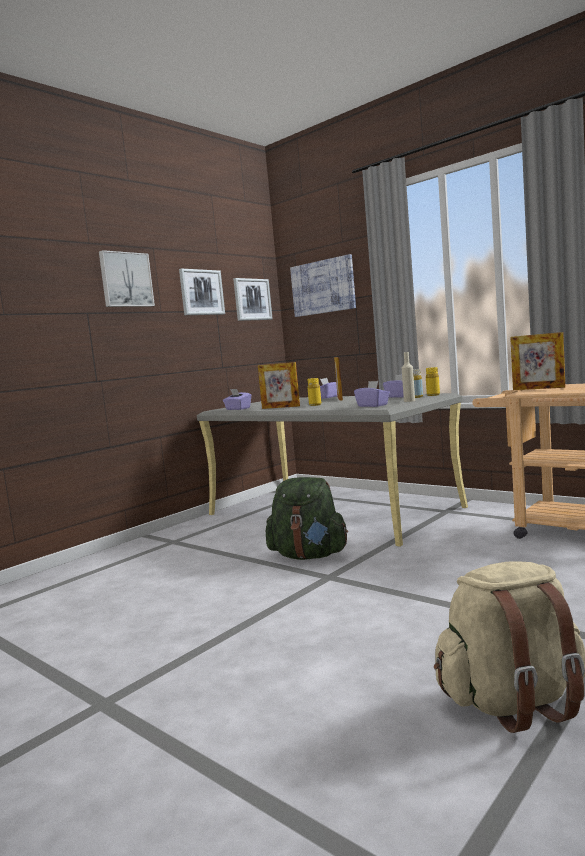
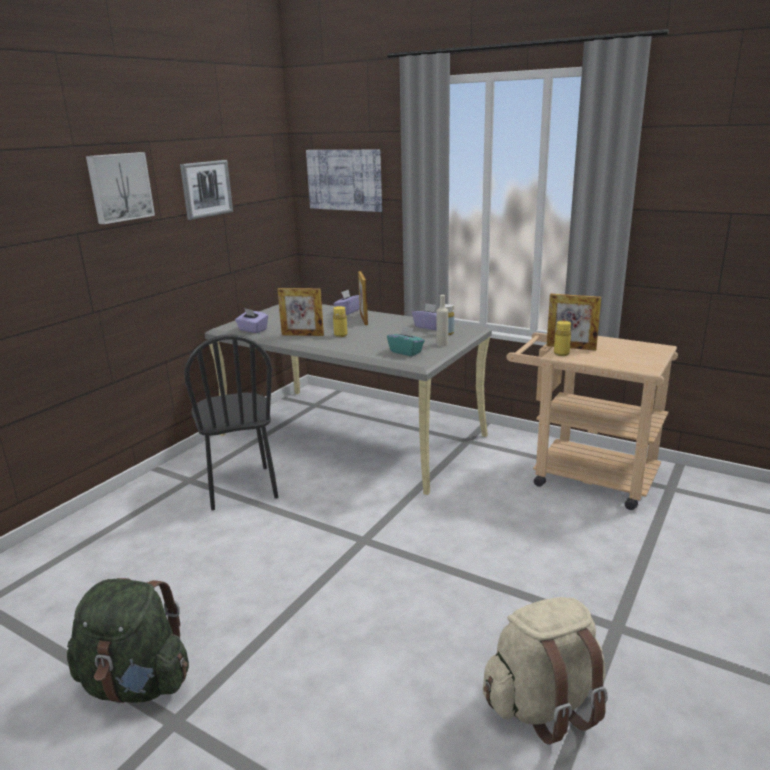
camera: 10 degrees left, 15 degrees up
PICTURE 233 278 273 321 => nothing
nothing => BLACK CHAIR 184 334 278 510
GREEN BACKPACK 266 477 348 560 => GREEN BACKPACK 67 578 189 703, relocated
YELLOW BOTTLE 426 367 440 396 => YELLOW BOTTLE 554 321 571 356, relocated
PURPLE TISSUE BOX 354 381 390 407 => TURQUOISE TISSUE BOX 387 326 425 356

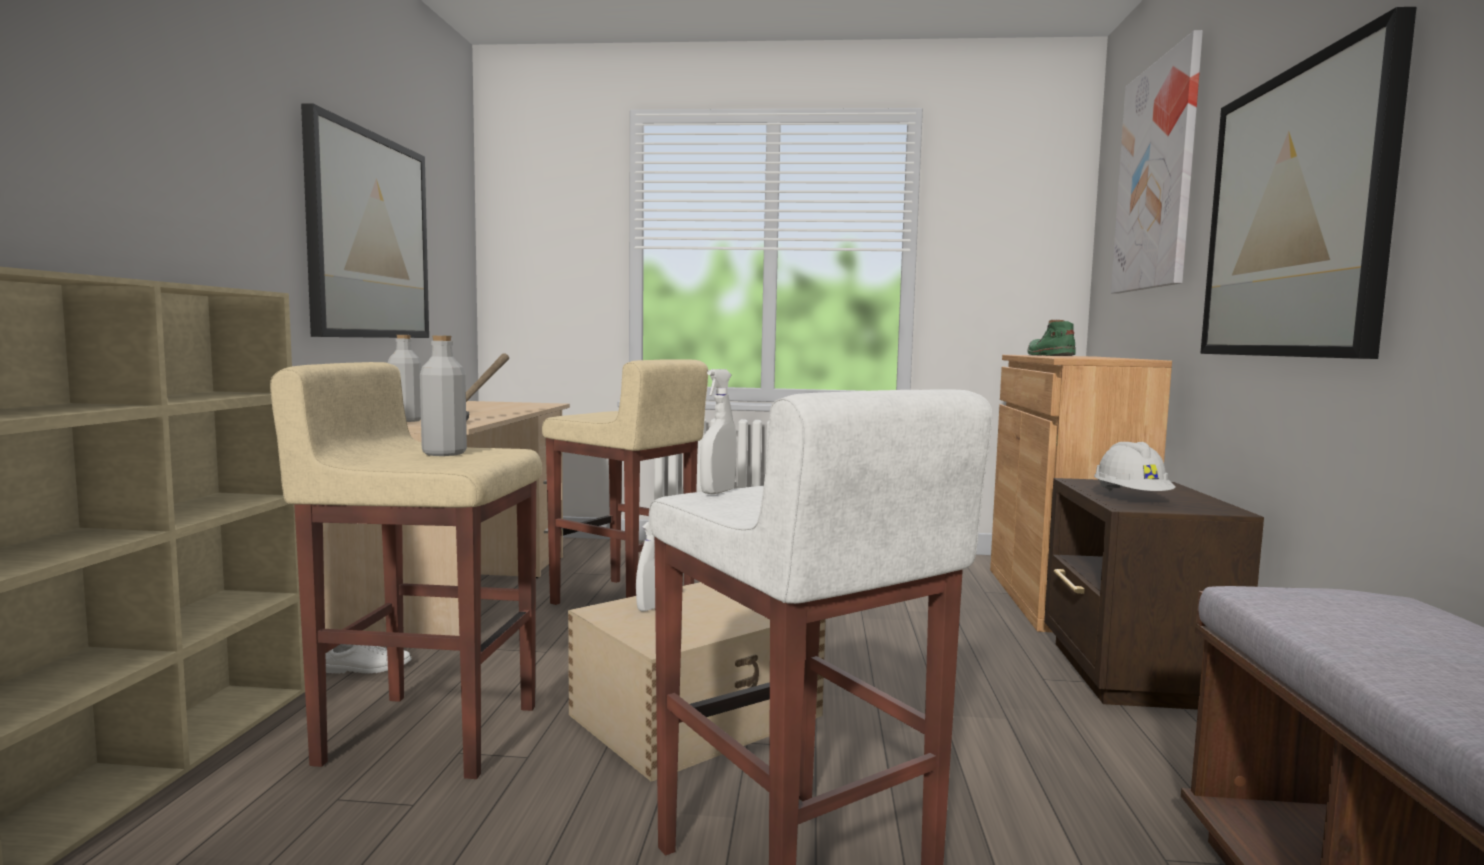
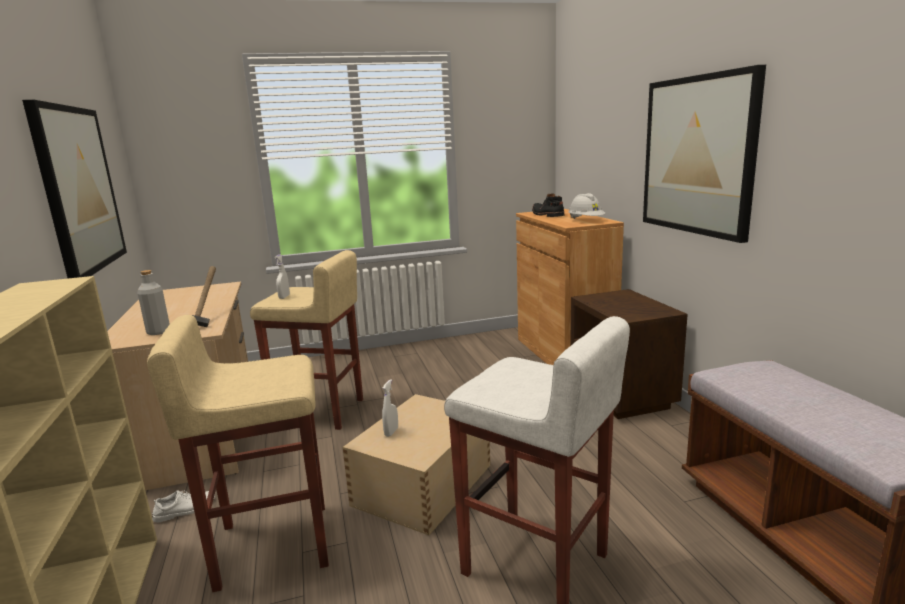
camera: 20 degrees left, 10 degrees up
GREY BOTTLE 420 335 467 456 => nothing
PICTURE 1111 30 1203 294 => nothing
WHITE SPRAY BOTTLE 700 369 737 494 => WHITE SPRAY BOTTLE 275 254 290 299, relocated
WHITE HARD HAT 1094 442 1175 491 => WHITE HARD HAT 569 193 605 219, relocated
GREEN BOOT 1027 320 1076 356 => BLACK BOOT 532 194 564 217

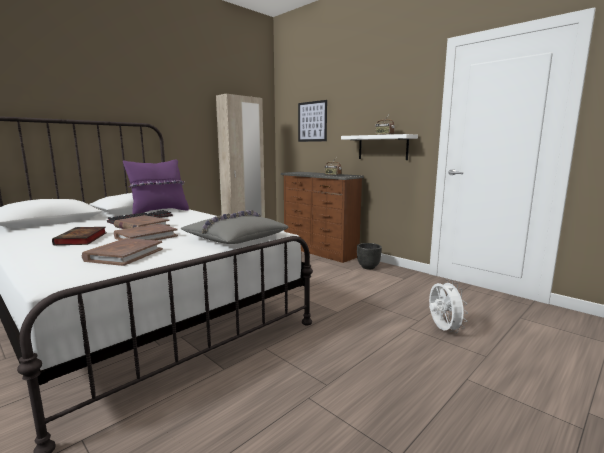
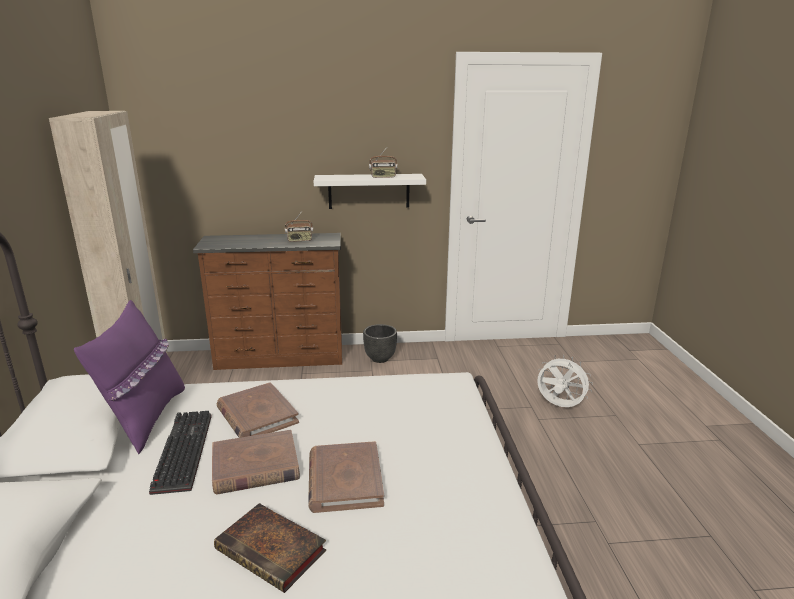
camera: 50 degrees left, 10 degrees up
GREY PILLOW 180 210 289 244 => nothing
PICTURE 298 100 327 142 => nothing
BROWN BOOK 82 238 163 266 => BROWN BOOK 217 382 299 438, relocated

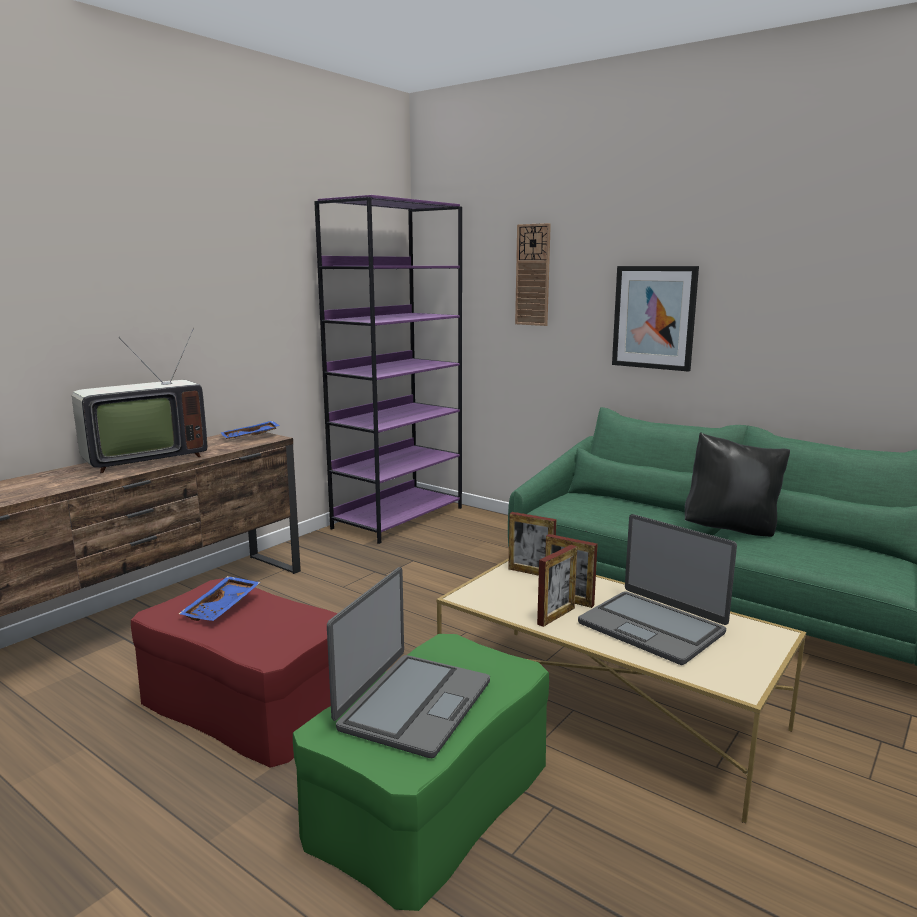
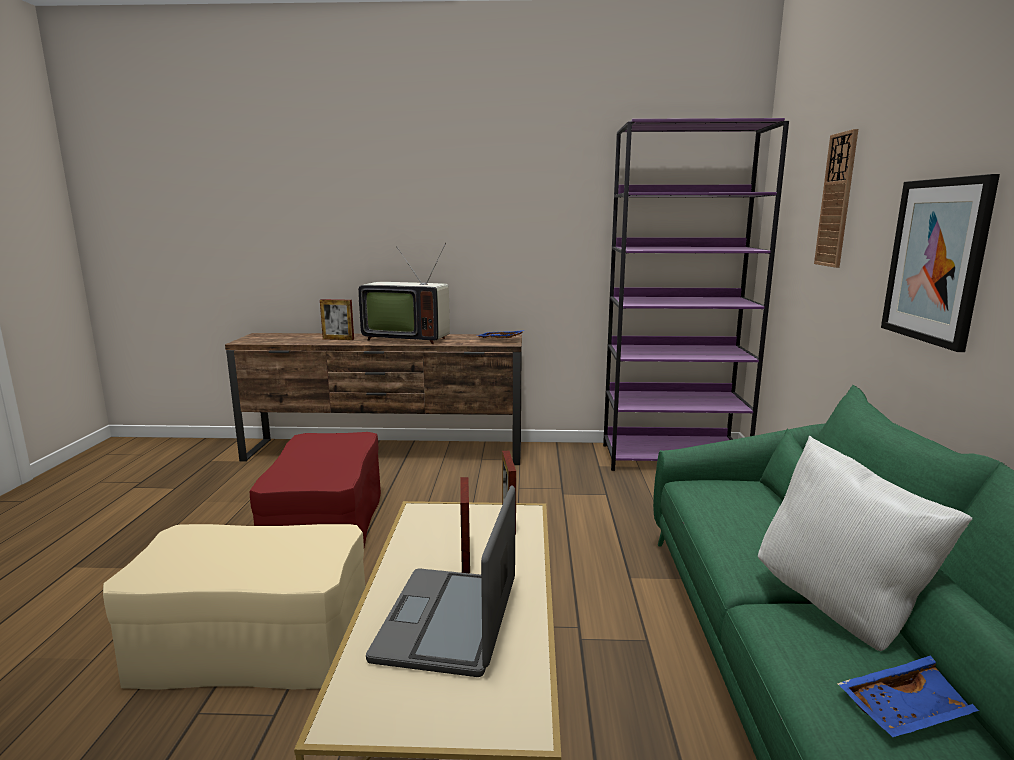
camera: 55 degrees right, 0 degrees up
LAPTOP 327 567 490 758 => nothing
BLUE TRAY 179 576 261 621 => BLUE TRAY 837 655 979 737, relocated
PICTURE FRAME 537 545 577 627 => PICTURE FRAME 320 299 354 340, relocated
GREEN OTTOMAN 293 634 549 911 => BEIGE OTTOMAN 103 524 366 690
BLACK PILLOW 685 432 790 537 => WHITE PILLOW 758 436 972 651

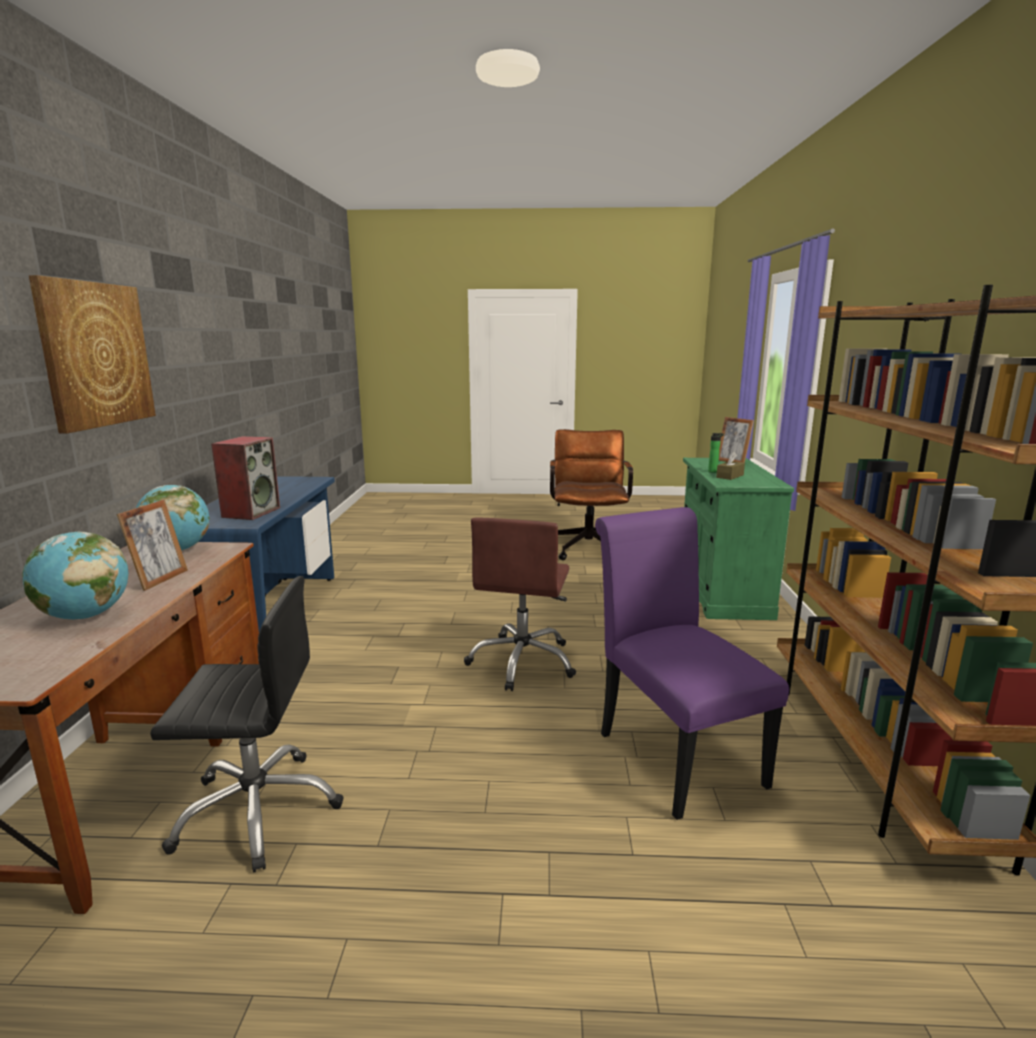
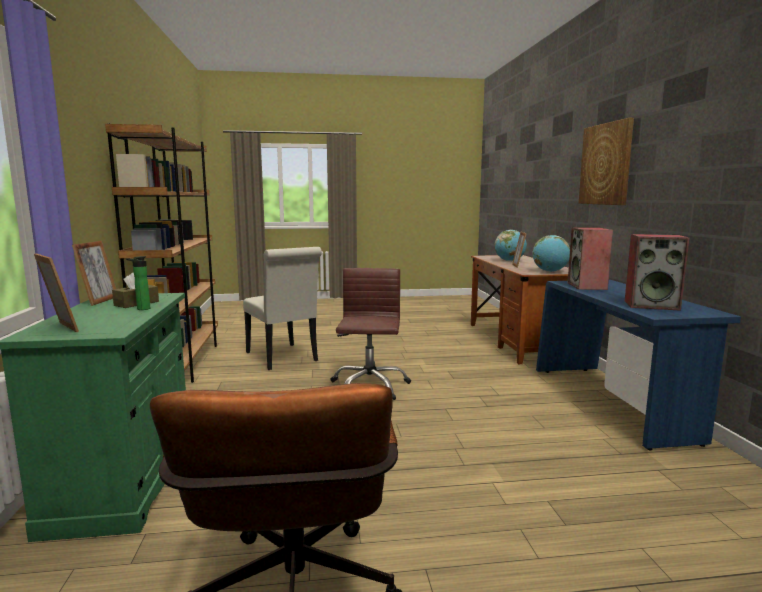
camera: 170 degrees right, 5 degrees down
BLACK OFFICE CHAIR 150 576 344 873 => nothing
nothing => PICTURE FRAME 72 241 116 306
nothing => SPEAKER 625 234 690 311
PURPLE CHAIR 595 507 789 820 => WHITE CHAIR 243 247 322 370

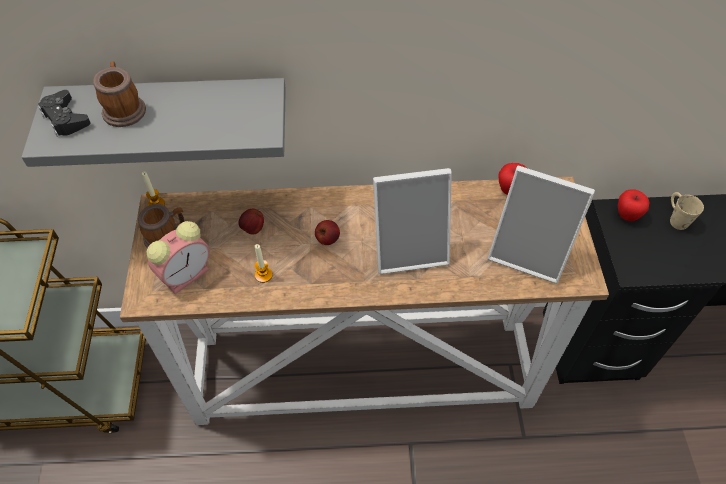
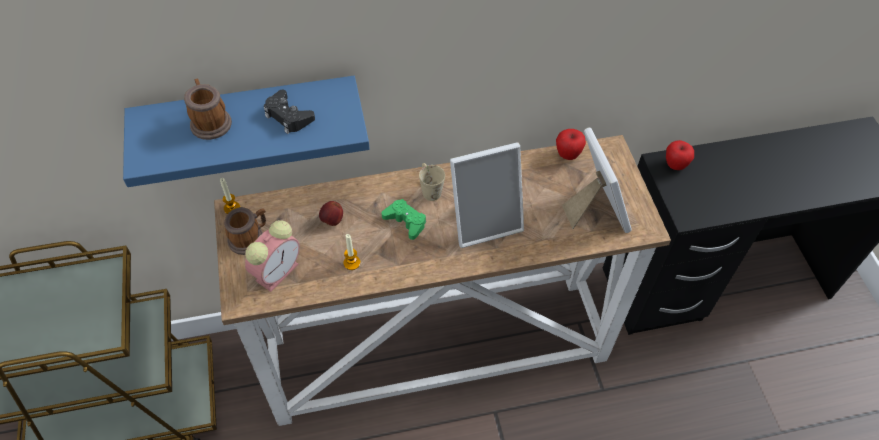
camera: 10 degrees left, 0 degrees up
BLACK GAME CONTROLLER 38 90 91 137 => BLACK GAME CONTROLLER 264 89 315 134, relocated
BEIGE MUG 670 192 704 230 => BEIGE MUG 419 163 445 201, relocated
APPLE 315 220 340 245 => GREEN GAME CONTROLLER 382 199 426 240
GREY SHELF 22 78 286 167 => BLUE SHELF 123 76 370 187
PICTURE FRAME 488 166 595 284 => PICTURE FRAME 562 127 632 233, 120 degrees counterclockwise

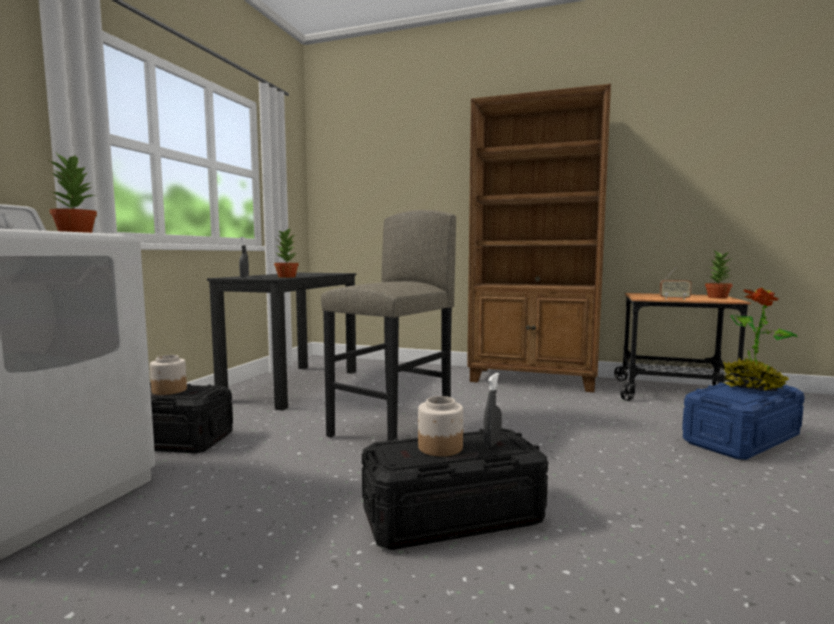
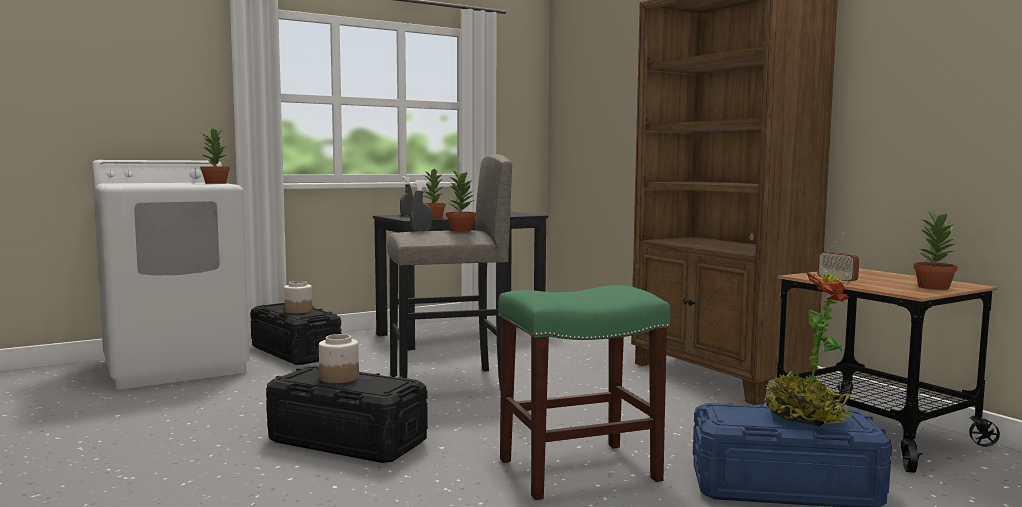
camera: 40 degrees right, 0 degrees up
nothing => POTTED PLANT 446 169 476 232
nothing => GREEN STOOL 498 285 671 500
GREY SPRAY BOTTLE 483 373 502 447 => GREY SPRAY BOTTLE 410 180 433 231, relocated

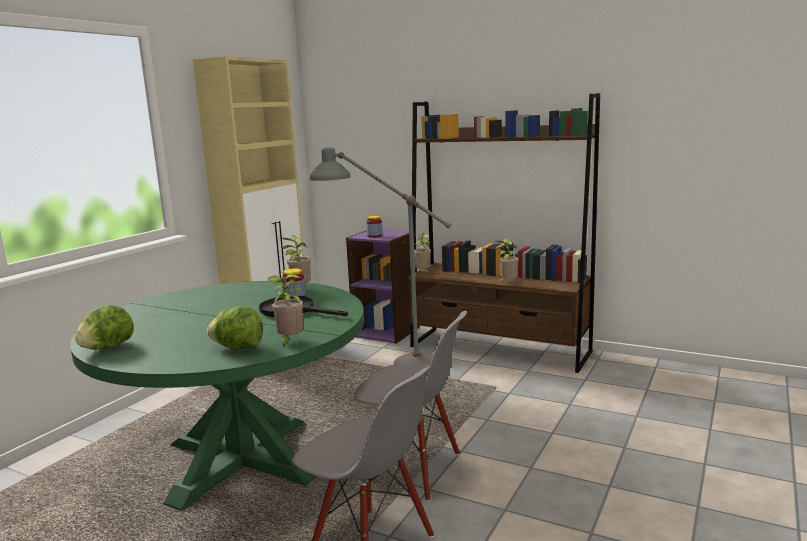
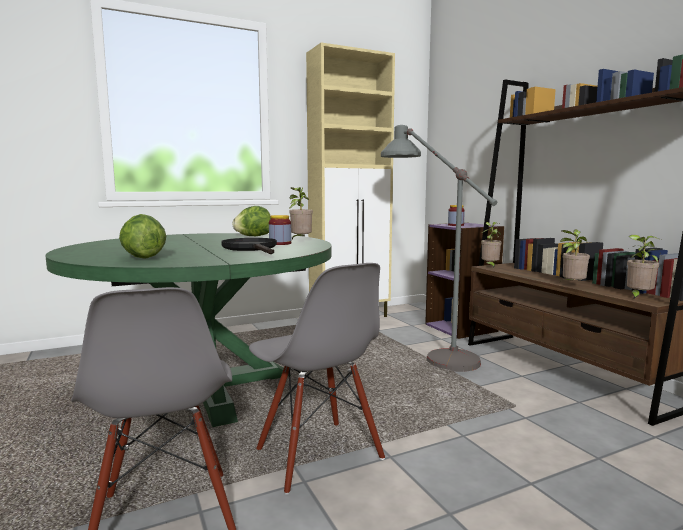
camera: 35 degrees right, 5 degrees down
LETTUCE 75 305 134 350 => LETTUCE 232 206 271 236, relocated
POTTED PLANT 267 274 303 348 => POTTED PLANT 627 235 661 299, relocated

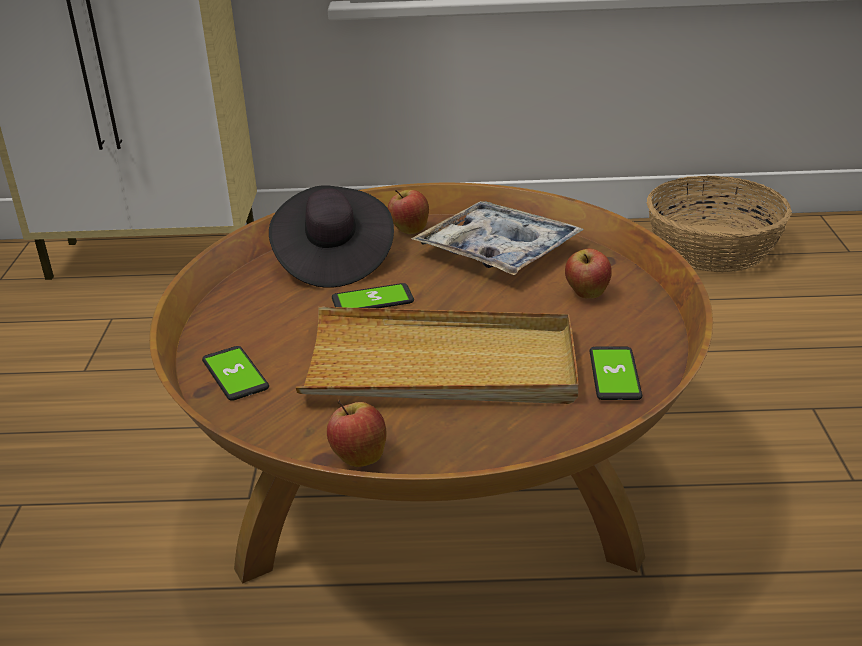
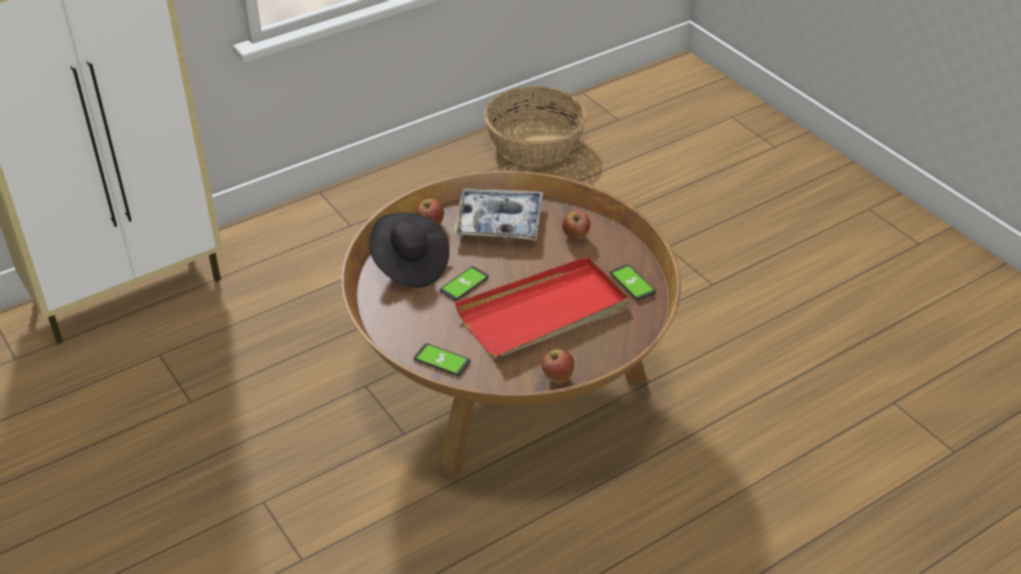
camera: 35 degrees left, 10 degrees up
BEIGE TRAY 295 307 579 404 => RED TRAY 455 256 629 358

